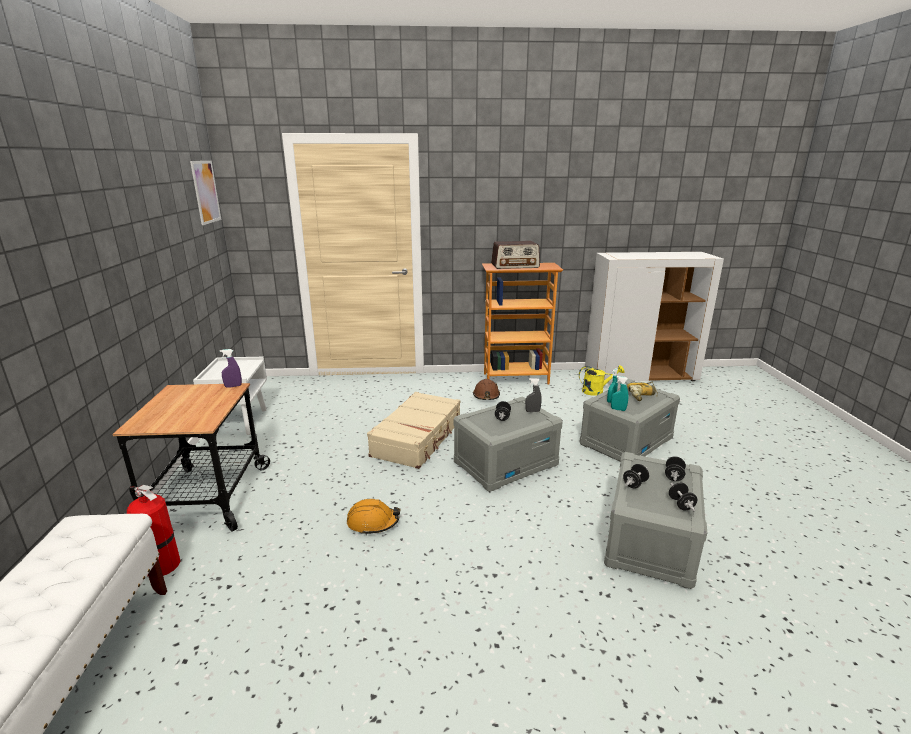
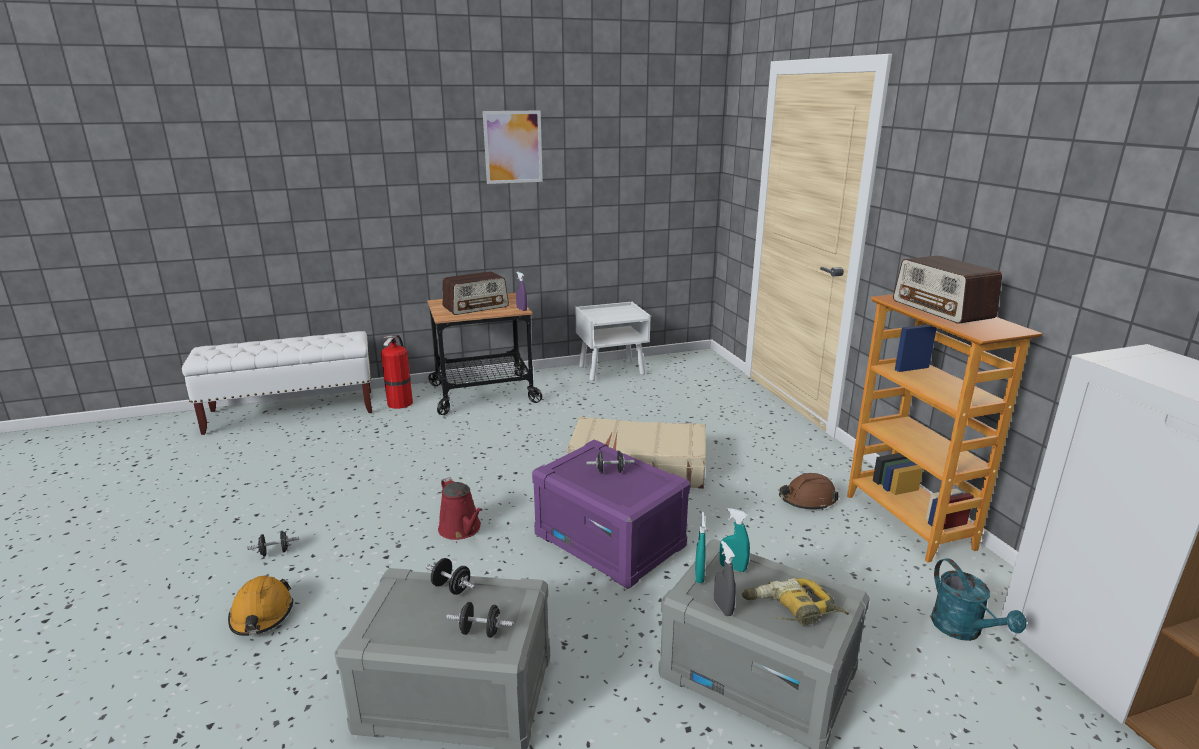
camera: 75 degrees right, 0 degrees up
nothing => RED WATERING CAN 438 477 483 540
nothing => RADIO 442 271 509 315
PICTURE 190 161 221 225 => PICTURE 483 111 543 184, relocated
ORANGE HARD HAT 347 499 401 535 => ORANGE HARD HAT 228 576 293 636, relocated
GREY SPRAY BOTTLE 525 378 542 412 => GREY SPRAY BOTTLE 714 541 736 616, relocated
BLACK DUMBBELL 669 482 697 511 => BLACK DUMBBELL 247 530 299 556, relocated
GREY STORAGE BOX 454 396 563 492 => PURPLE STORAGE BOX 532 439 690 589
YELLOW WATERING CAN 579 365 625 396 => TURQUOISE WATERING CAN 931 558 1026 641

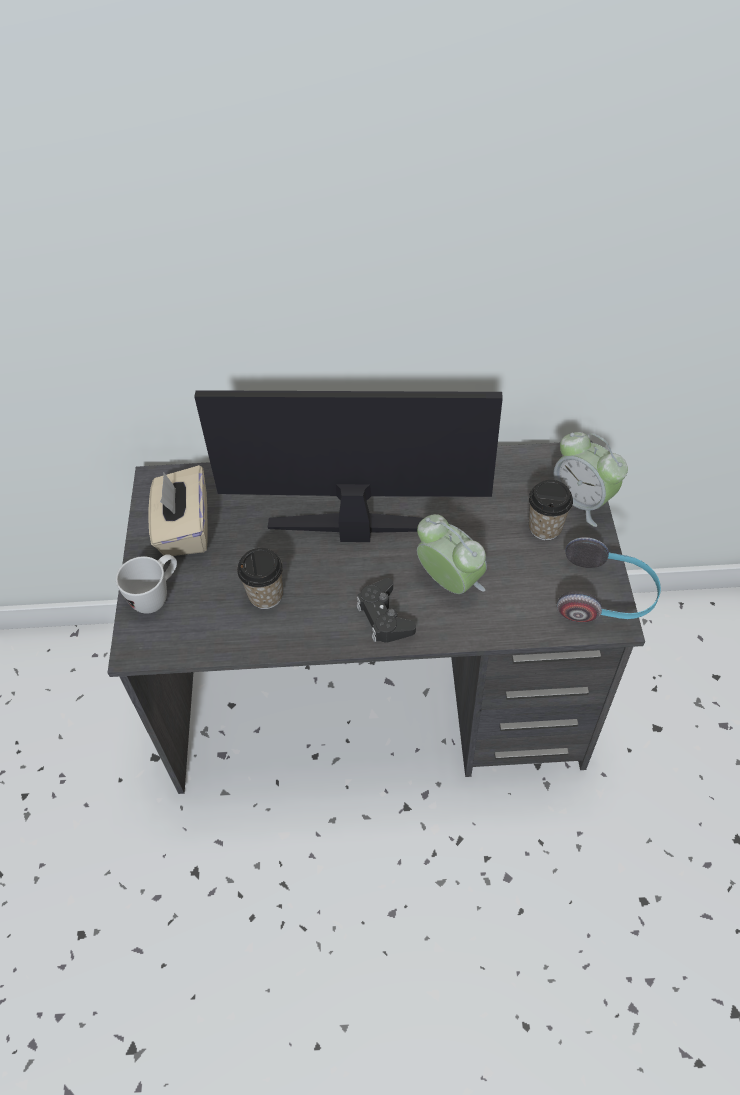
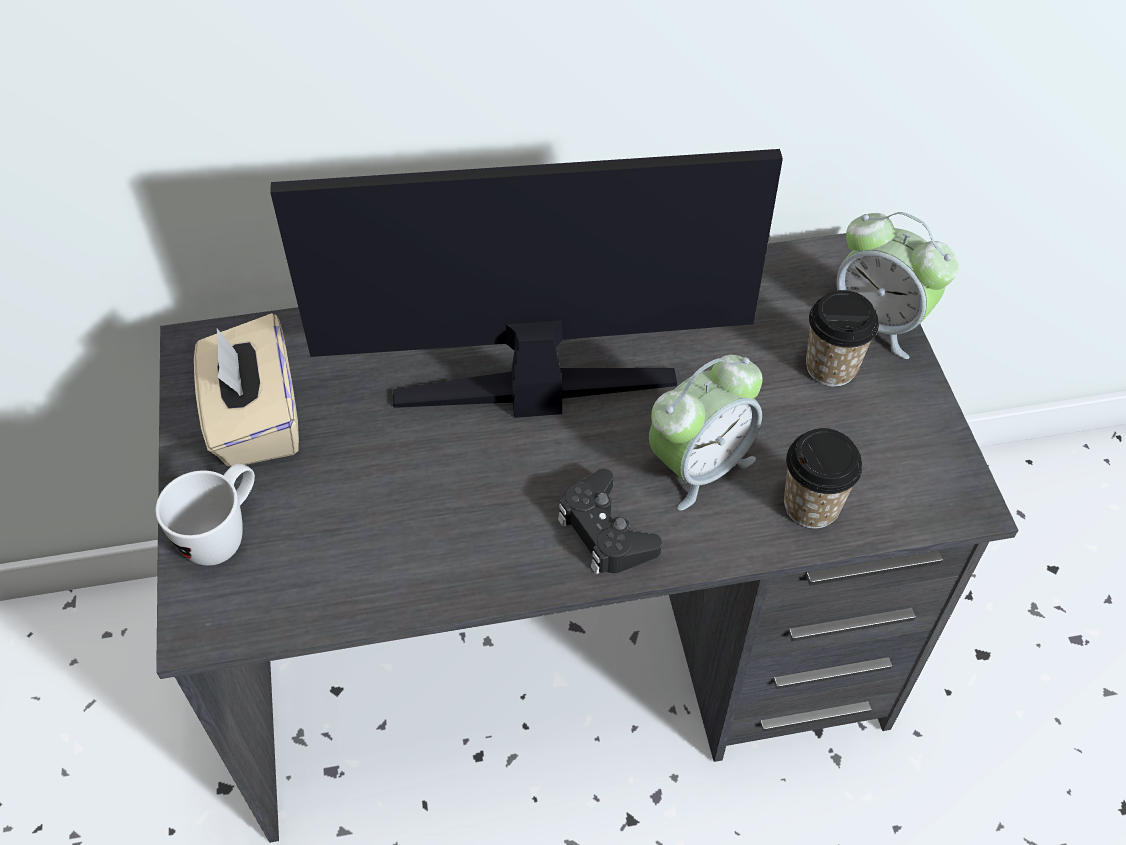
camera: 10 degrees left, 0 degrees up
HEADPHONES 557 537 661 622 => nothing
CUP 237 548 283 609 => CUP 784 428 862 529, relocated
ALARM CLOCK 417 514 487 594 => ALARM CLOCK 649 355 763 511, 105 degrees clockwise

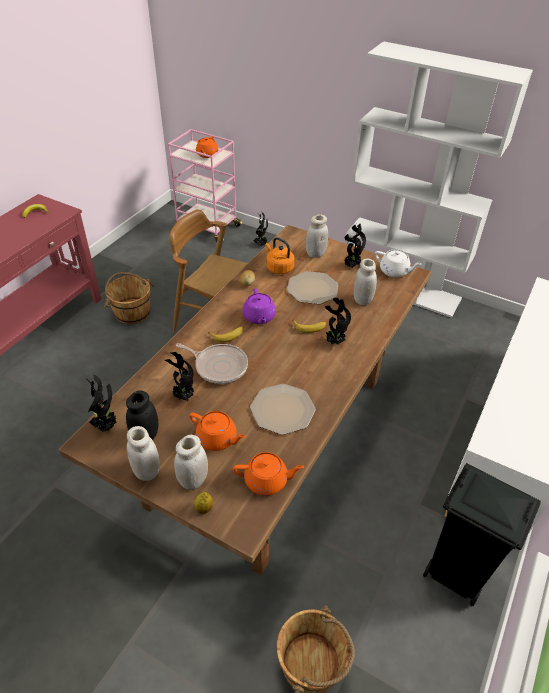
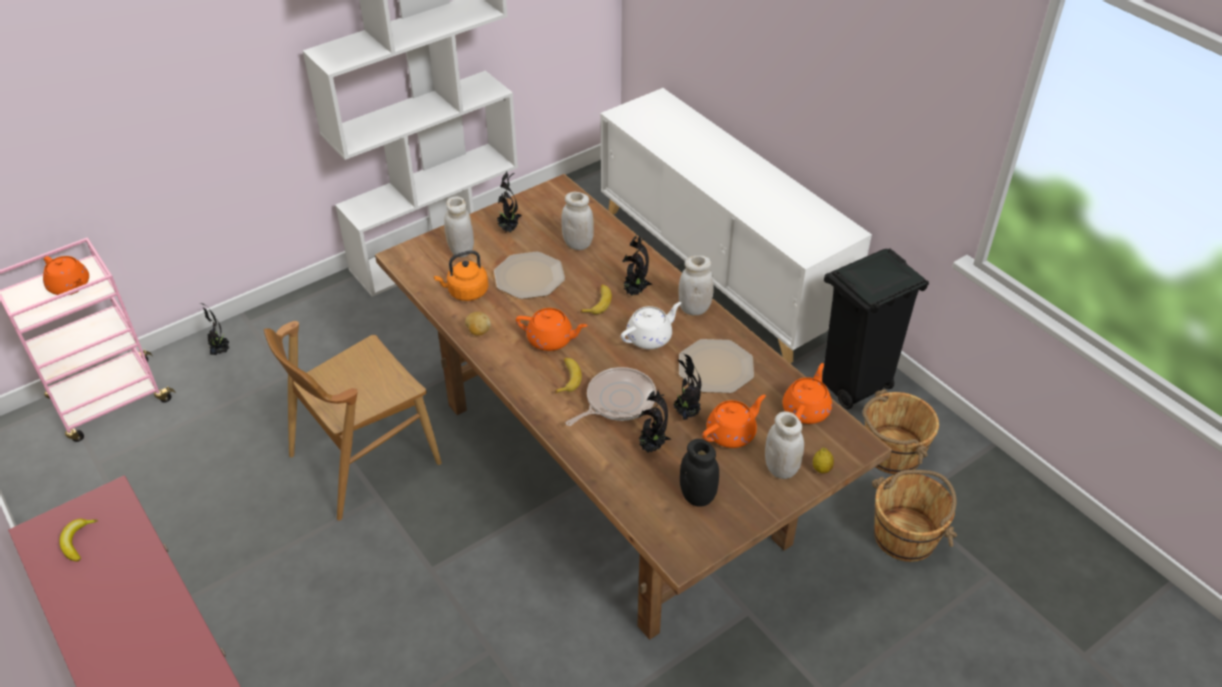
camera: 65 degrees left, 0 degrees up
POTTED PLANT 86 375 117 432 => POTTED PLANT 672 353 701 420, relocated
BROWN BUCKET 104 272 154 324 => BROWN BUCKET 863 389 939 474, relocated
WHITE JAR 127 426 160 481 => WHITE JAR 679 255 714 315, relocated
WHITE TEAPOT 375 249 422 277 => WHITE TEAPOT 621 302 681 349, relocated
PURPLE TEAPOT 242 288 276 324 => ORANGE TEAPOT 516 308 588 351

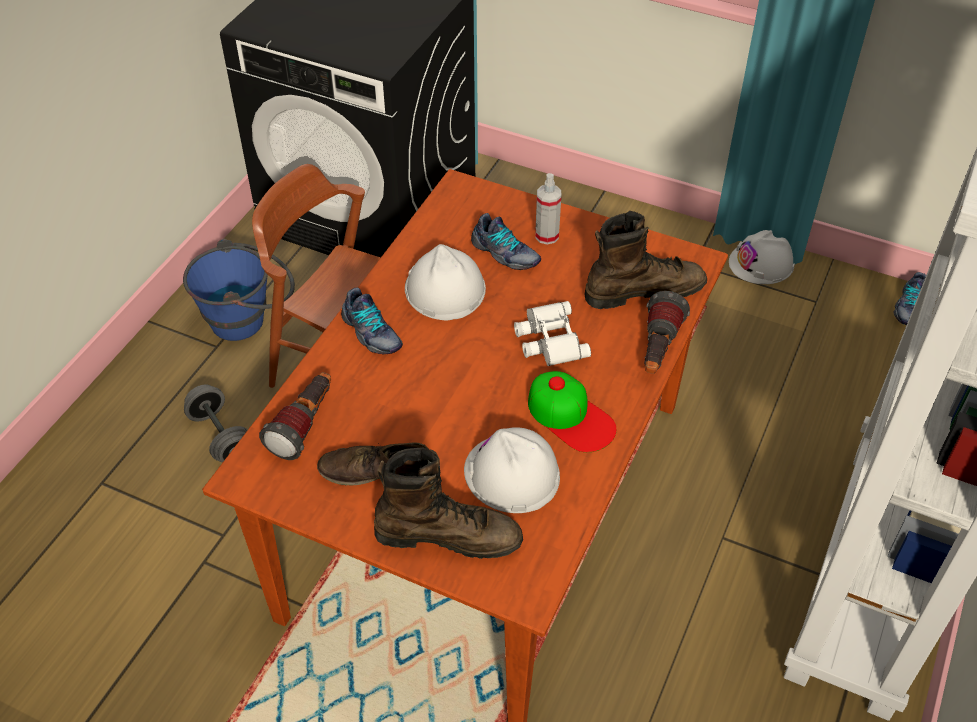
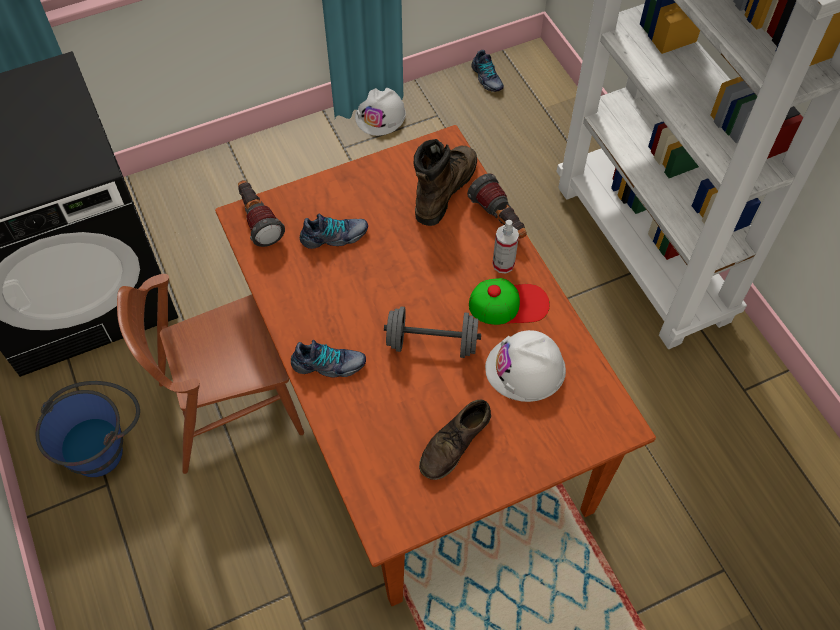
camera: 50 degrees left, 10 degrees up
BROWN BOOT 374 447 523 559 => nothing
WHITE HARD HAT 405 244 486 320 => nothing
WHITE BINOCULARS 514 301 591 366 => nothing
GREY DUMBBELL 184 384 247 463 => GREY DUMBBELL 384 307 481 358, relocated
FLASHLIGHT 259 372 331 460 => FLASHLIGHT 238 180 285 247, relocated
SPRAY BOTTLE 535 173 561 244 => SPRAY BOTTLE 492 220 519 273, relocated

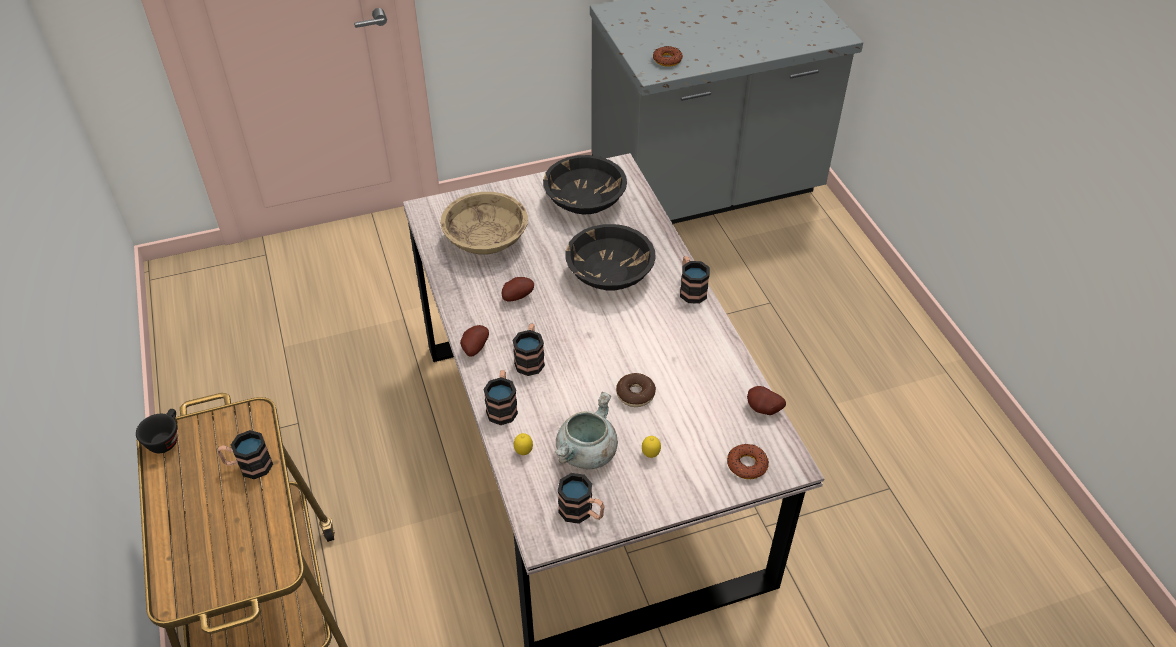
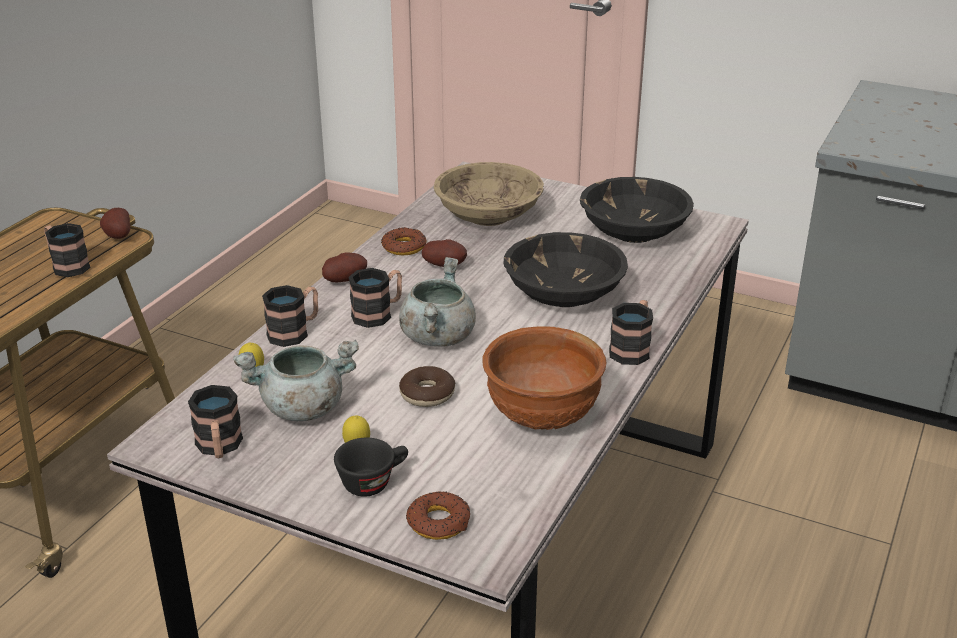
camera: 45 degrees right, 15 degrees down
nothing => GREY COOKING POT 399 257 476 347
nothing => BROWN BOWL 483 326 606 430
BLACK CUP 136 409 177 453 => BLACK CUP 334 438 408 497, relocated
DONUT 652 46 683 67 => DONUT 381 227 426 255, relocated
POTATO 747 386 786 415 => POTATO 100 208 131 239, relocated

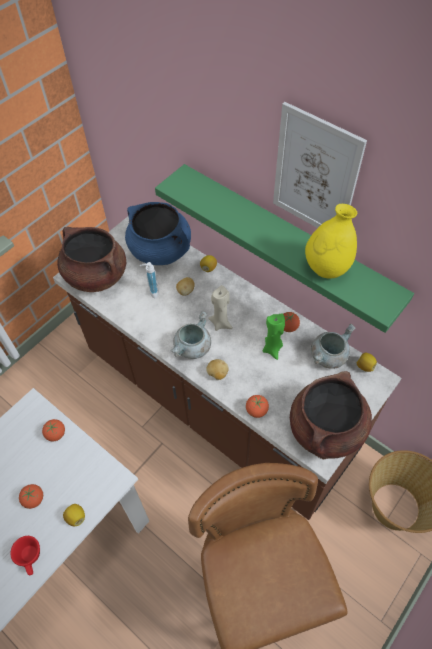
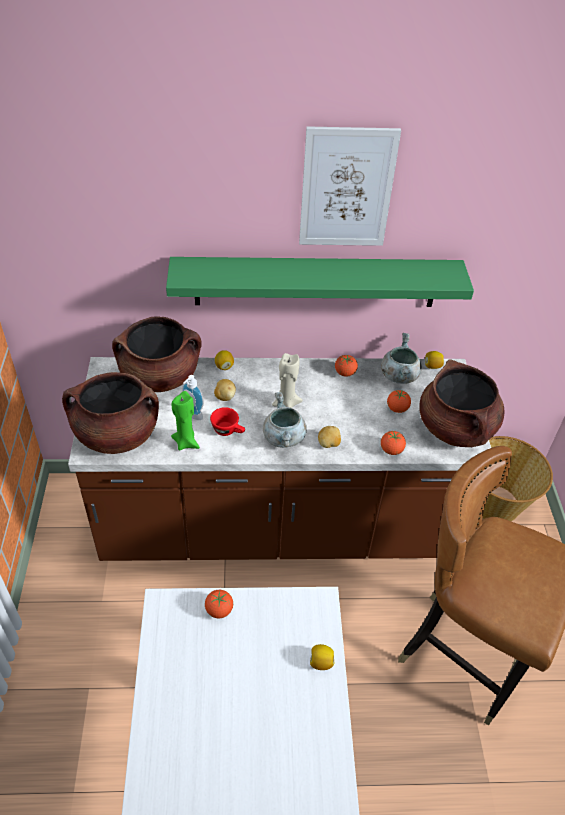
camera: 45 degrees left, 10 degrees down
YELLOW VASE 305 204 357 279 => nothing
RED CUP 10 536 40 575 => RED CUP 210 407 245 436, relocated
TOMATO 19 484 43 509 => TOMATO 387 390 411 413, relocated
GREEN CANDLE 263 313 285 360 => GREEN CANDLE 171 391 200 450, relocated
BLUE COOKING POT 125 202 191 265 => BROWN COOKING POT 112 316 202 392

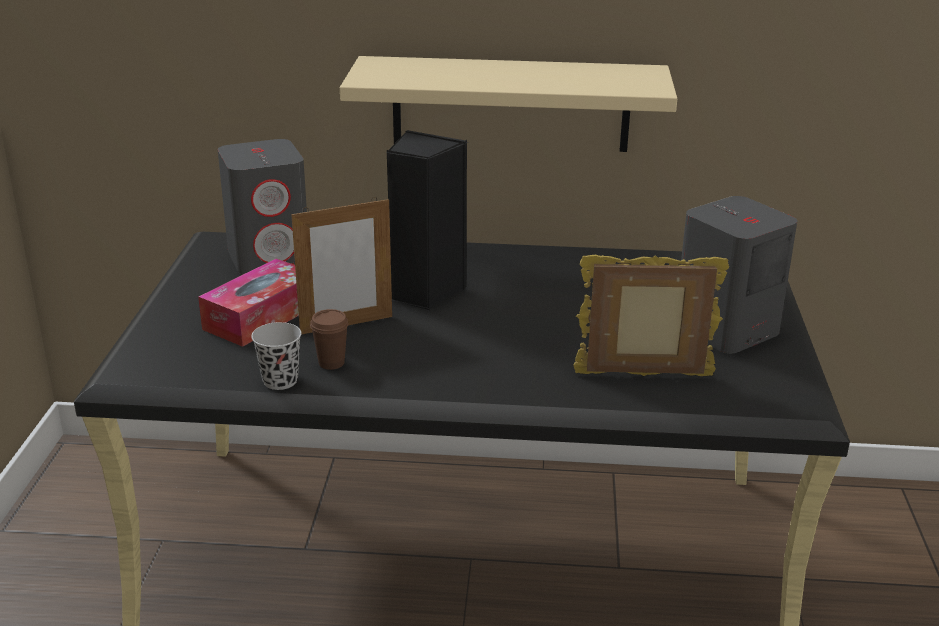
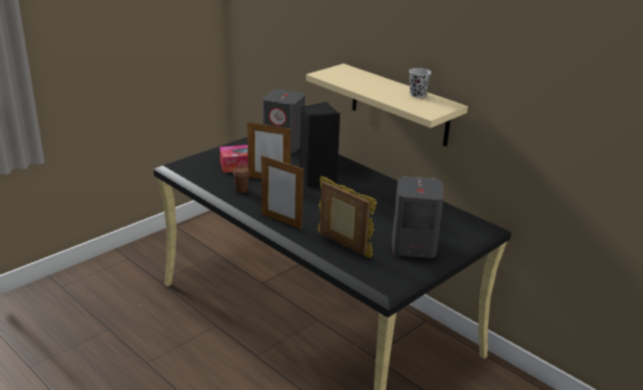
camera: 40 degrees right, 0 degrees up
nothing => PICTURE FRAME 261 156 304 229
BLACK CUP 251 322 301 390 => BLACK CUP 409 68 431 98, relocated

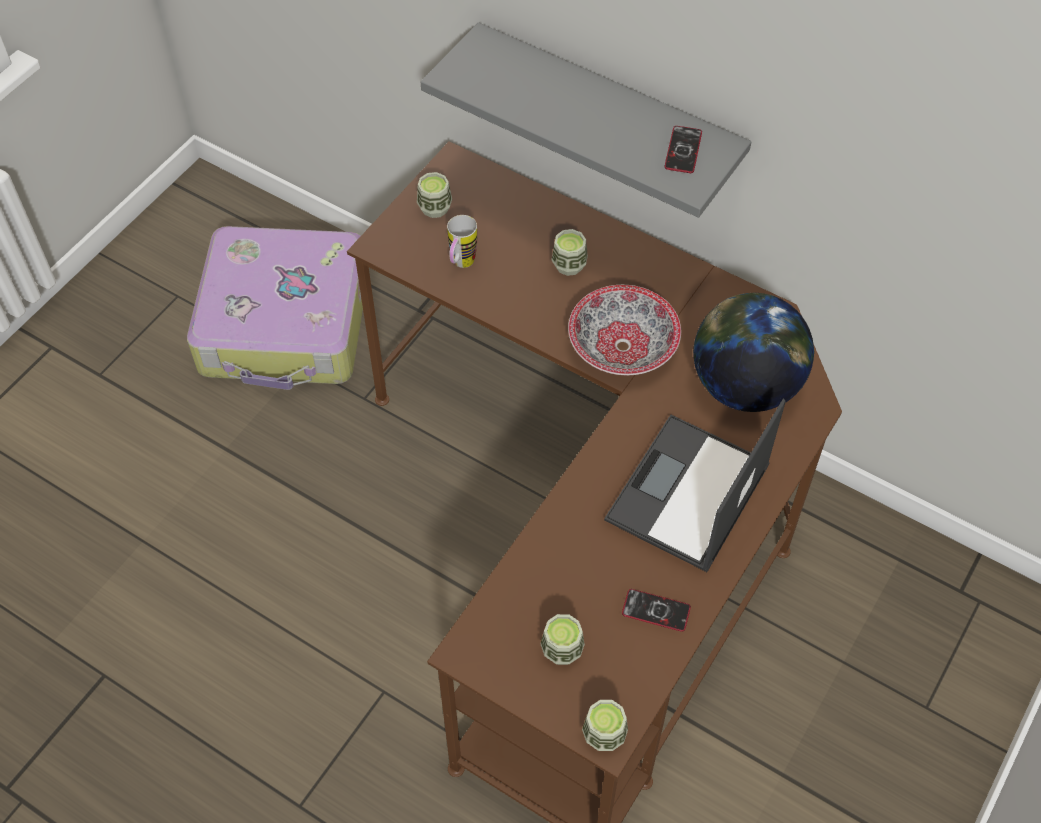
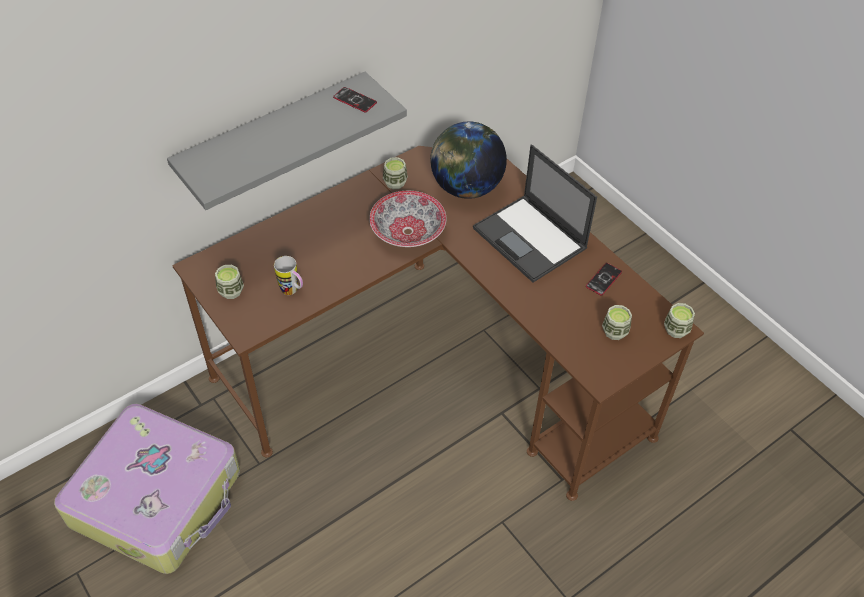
camera: 70 degrees left, 5 degrees down
CUP 552 229 588 276 => CUP 383 157 408 189, relocated

